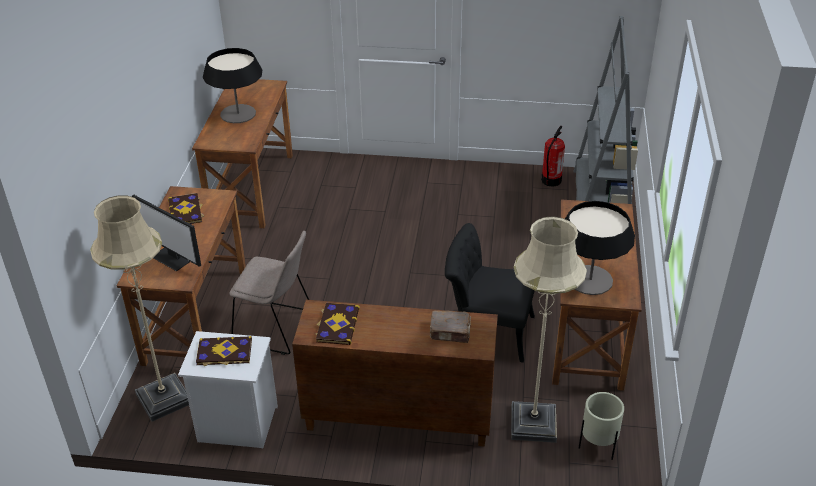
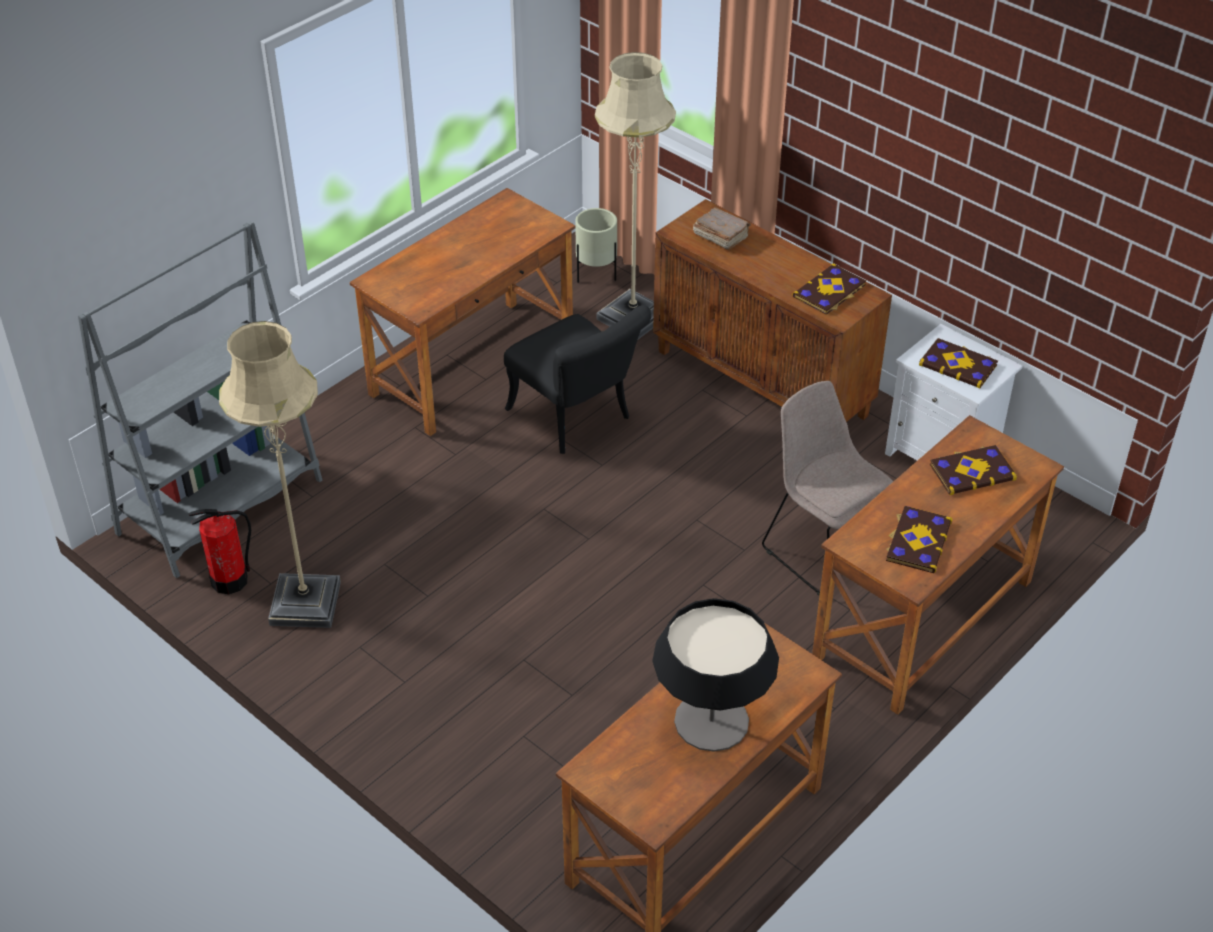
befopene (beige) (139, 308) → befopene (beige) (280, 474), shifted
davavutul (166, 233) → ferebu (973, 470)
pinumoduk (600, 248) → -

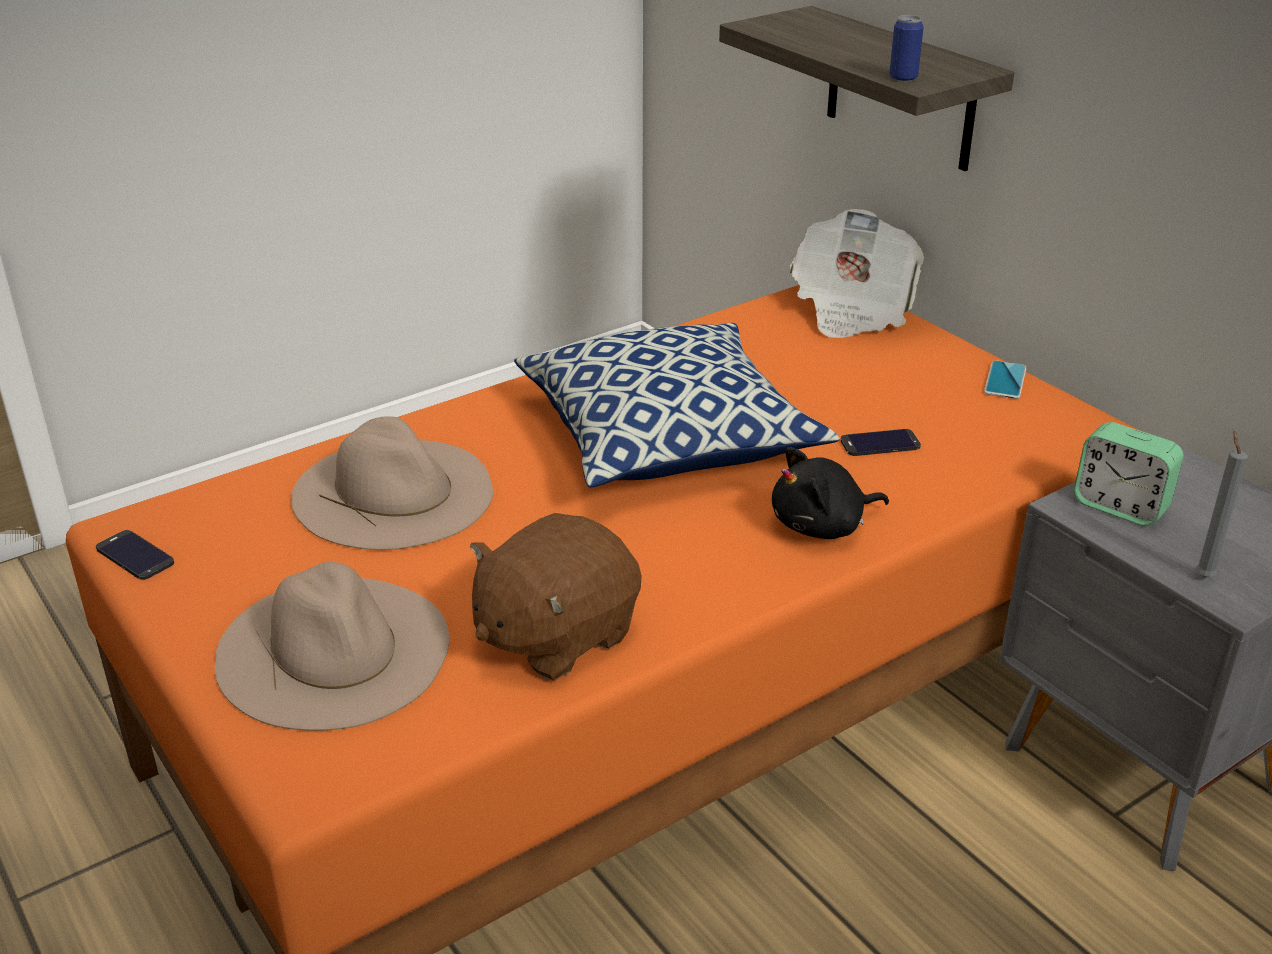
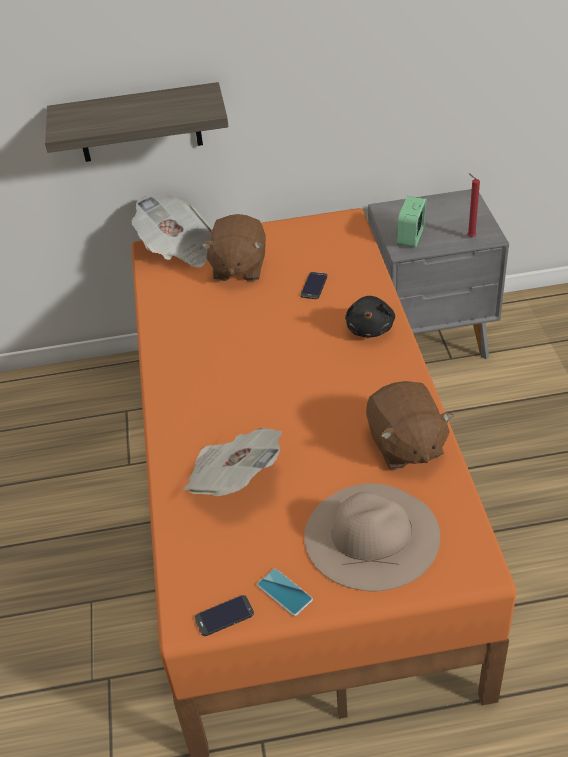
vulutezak (907, 48) → -
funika (677, 405) → -
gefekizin (1005, 379) → gefekizin (285, 592), shifted
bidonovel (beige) (392, 483) → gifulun (233, 461)
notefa (1128, 474) → notefa (411, 222), 135 degrees clockwise
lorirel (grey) (1222, 504) → lorirel (red) (473, 205)
- → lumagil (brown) (234, 247)

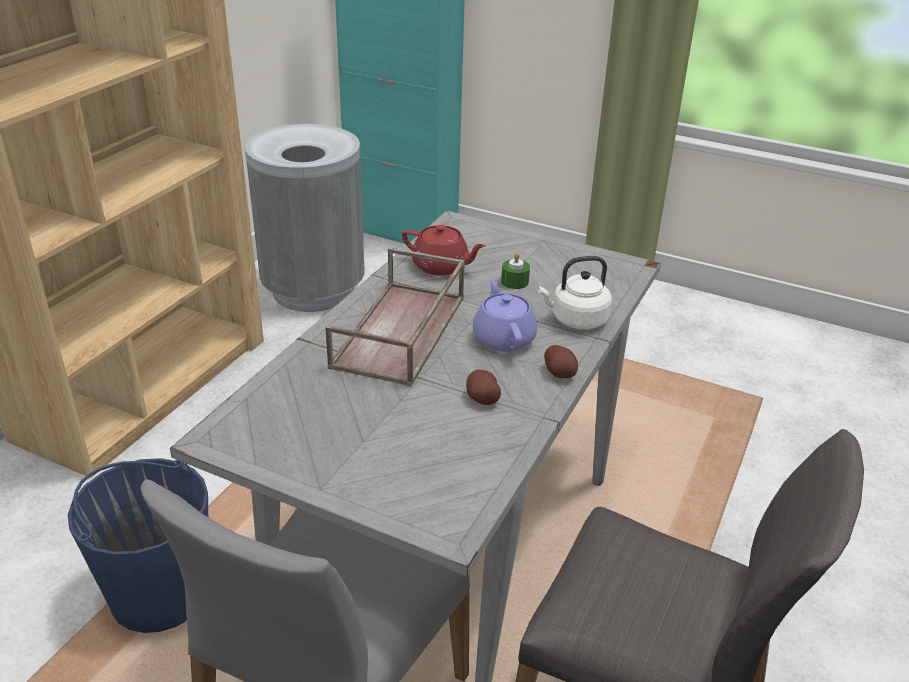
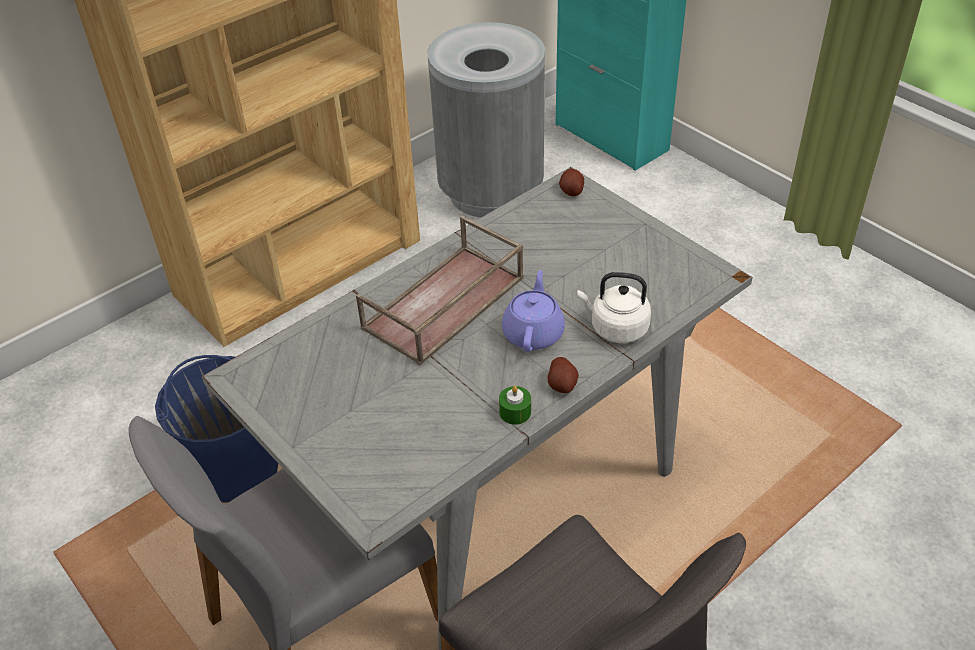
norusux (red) (444, 250) → -
lorirel (green) (515, 271) → lorirel (green) (515, 405), shifted
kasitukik (483, 387) → kasitukik (571, 182), shifted

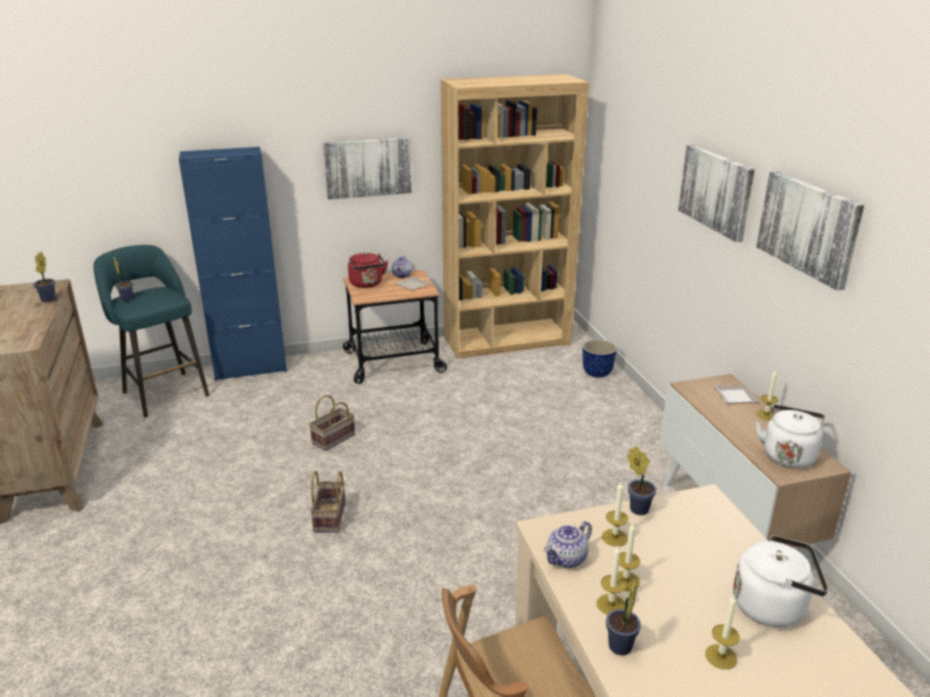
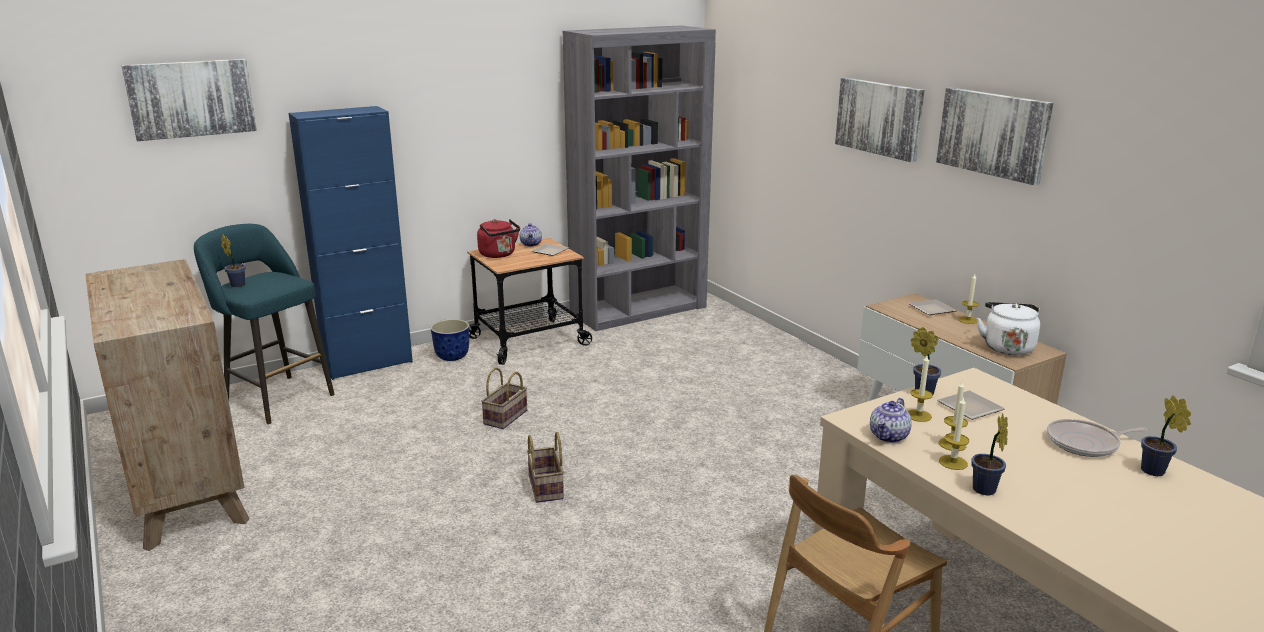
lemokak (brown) (515, 216) → lemokak (grey) (639, 178)
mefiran (367, 168) → mefiran (189, 100), shifted
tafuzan (44, 277) → tafuzan (1166, 436), shifted
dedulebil (600, 358) → dedulebil (450, 340), shifted
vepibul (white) (780, 581) → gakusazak (1097, 438)
lorirel (722, 632) → -
- → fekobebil (971, 405)

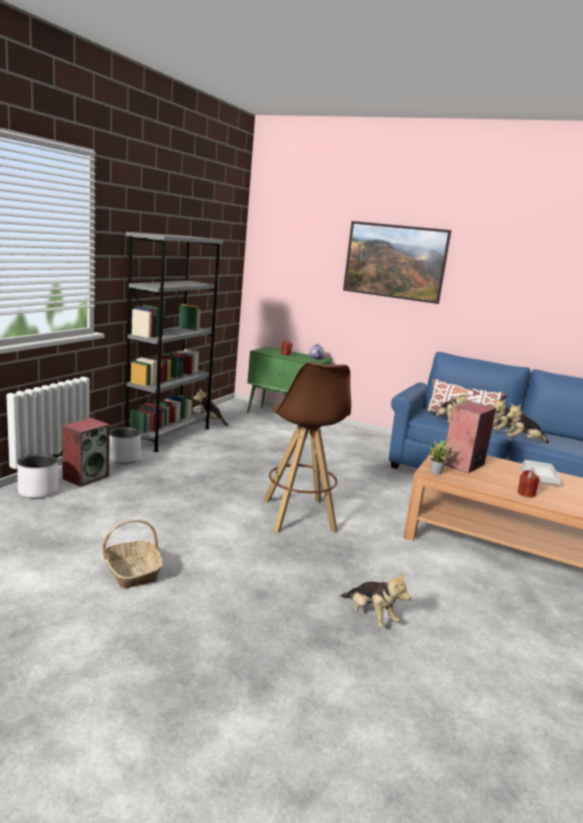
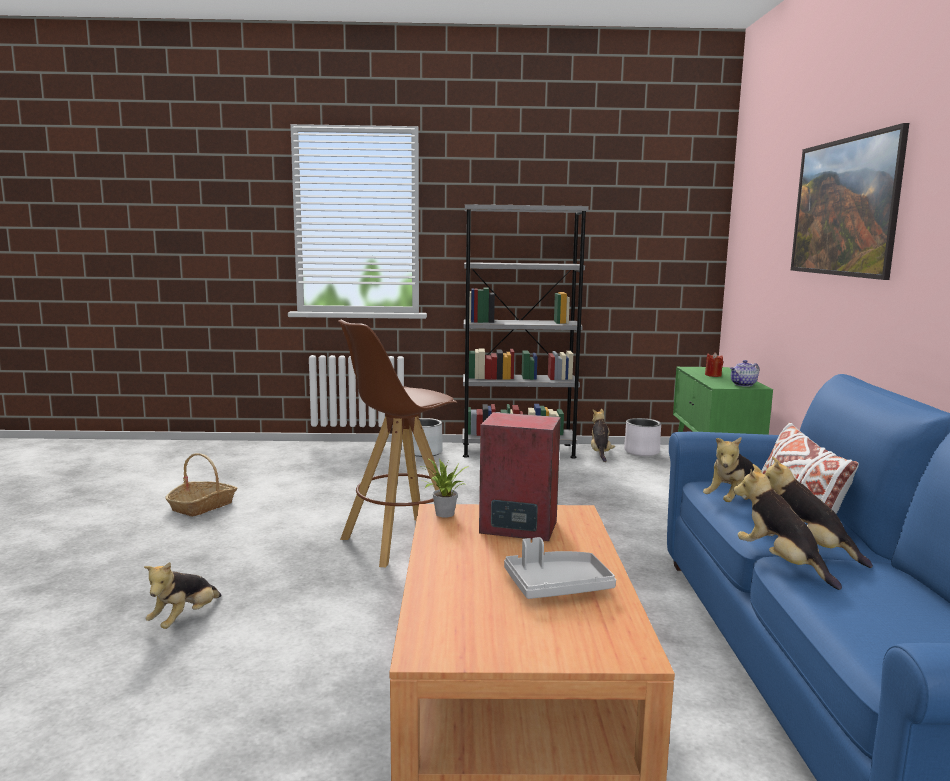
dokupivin (86, 452) → -
dedulebil (white) (38, 476) → dedulebil (white) (642, 437), shifted
lorirel (red) (528, 484) → -

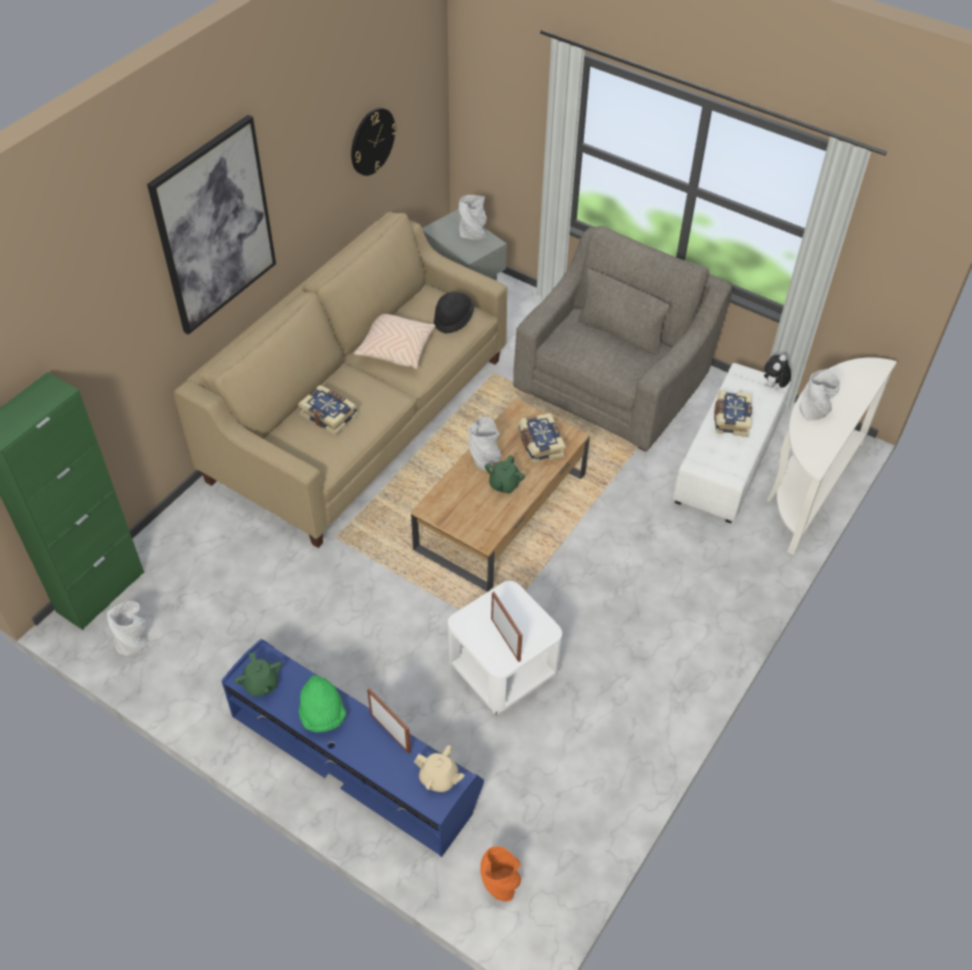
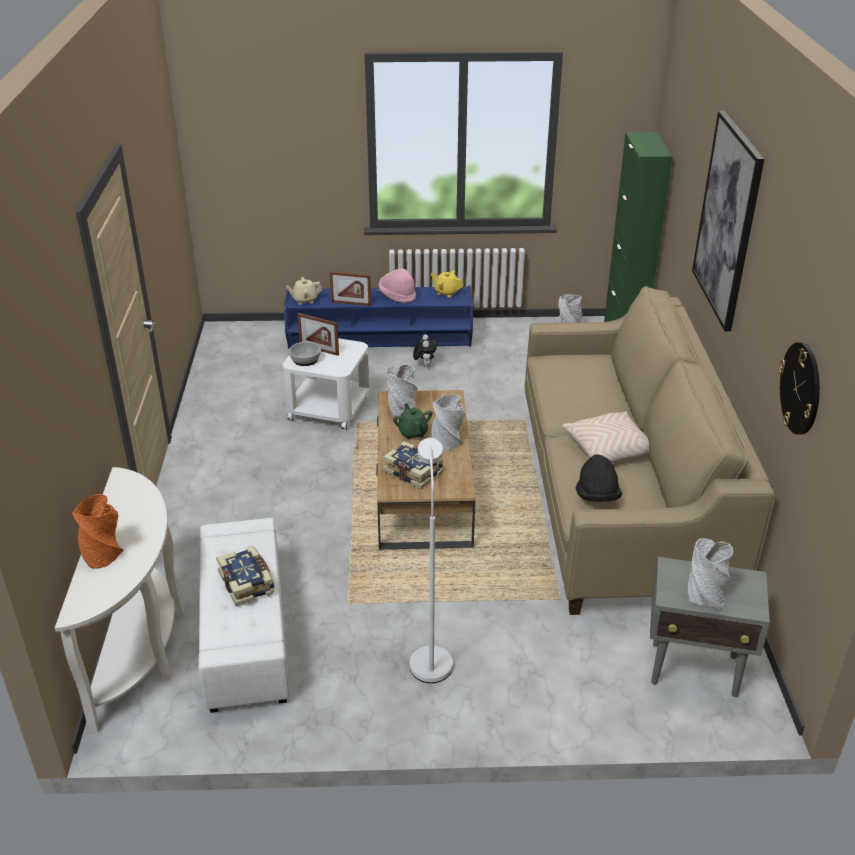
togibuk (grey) (622, 338) → befopene (white) (431, 560)
lumagil (777, 371) → lumagil (425, 350), shifted
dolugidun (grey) (819, 394) → dolugidun (grey) (402, 390), shifted
ferebu (328, 410) → -
norusux (green) (258, 674) → norusux (yellow) (447, 283)
bidonovel (green) (322, 703) → bidonovel (pink) (397, 285)
dolugidun (orange) (500, 873) → dolugidun (orange) (97, 531), shifted
- → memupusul (305, 354)

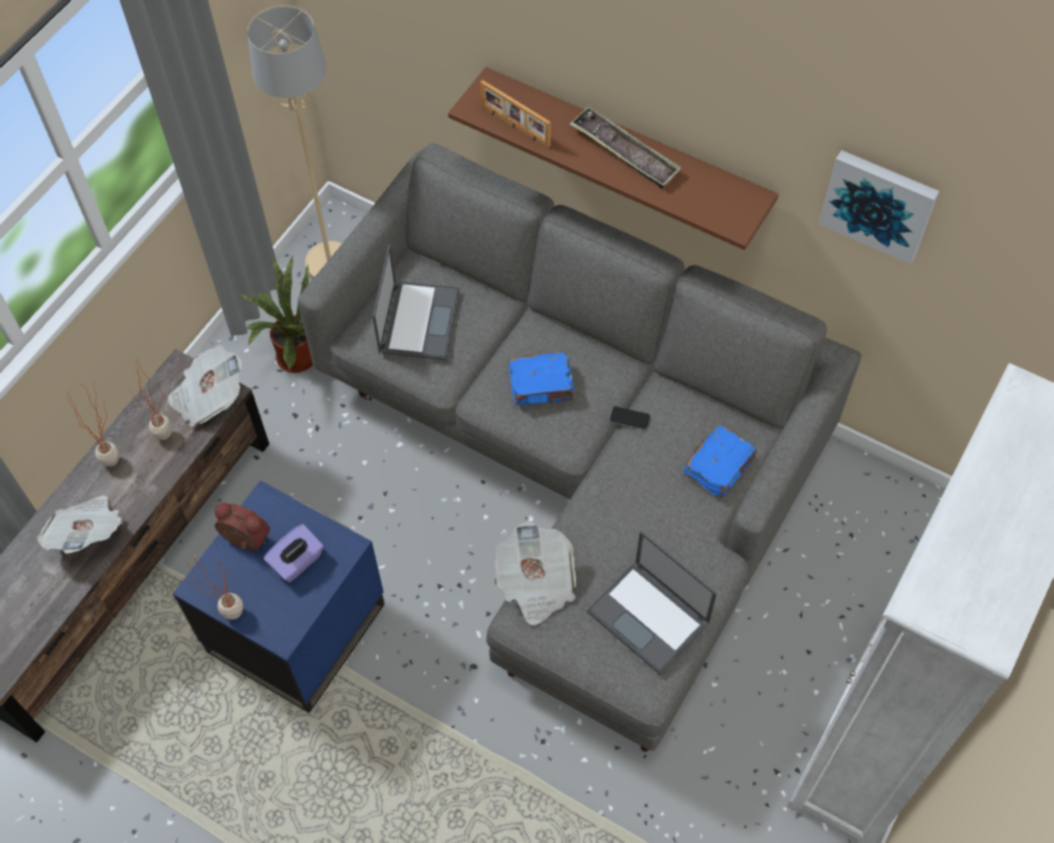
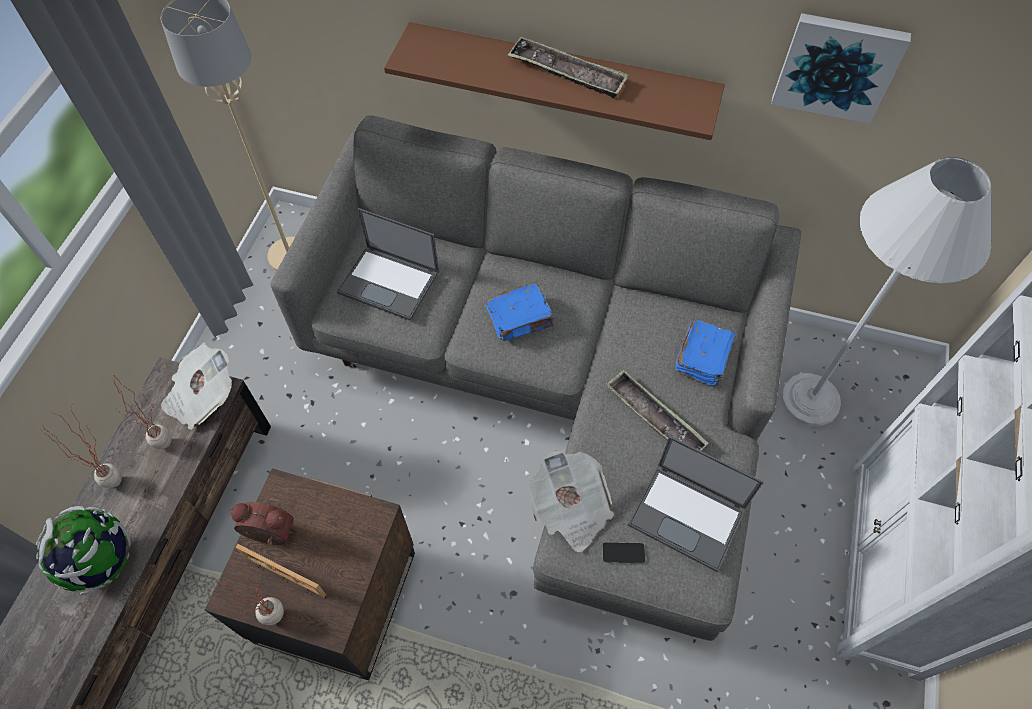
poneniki (515, 114) → poneniki (280, 571), shifted
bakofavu (416, 303) → bakofavu (388, 264), 120 degrees clockwise
tafuzan (275, 313) → -
gefekizin (630, 418) → gefekizin (623, 552), shifted
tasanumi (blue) (279, 596) → tasanumi (brown) (310, 574)
gifulun (80, 524) → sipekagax (83, 550)
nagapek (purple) (294, 553) → -
- → befopene (white) (886, 291)
- → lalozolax (657, 410)

